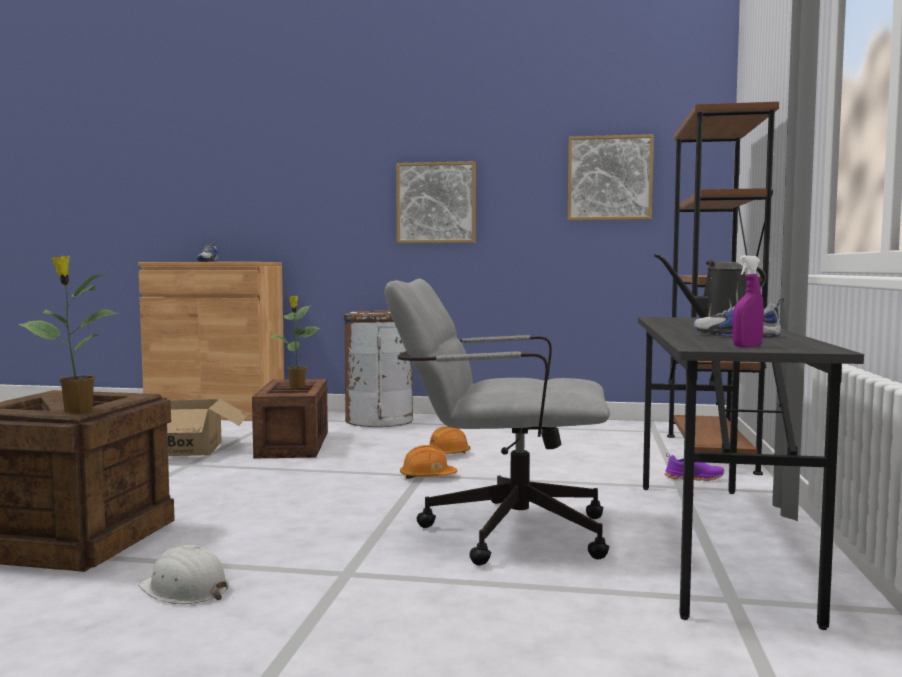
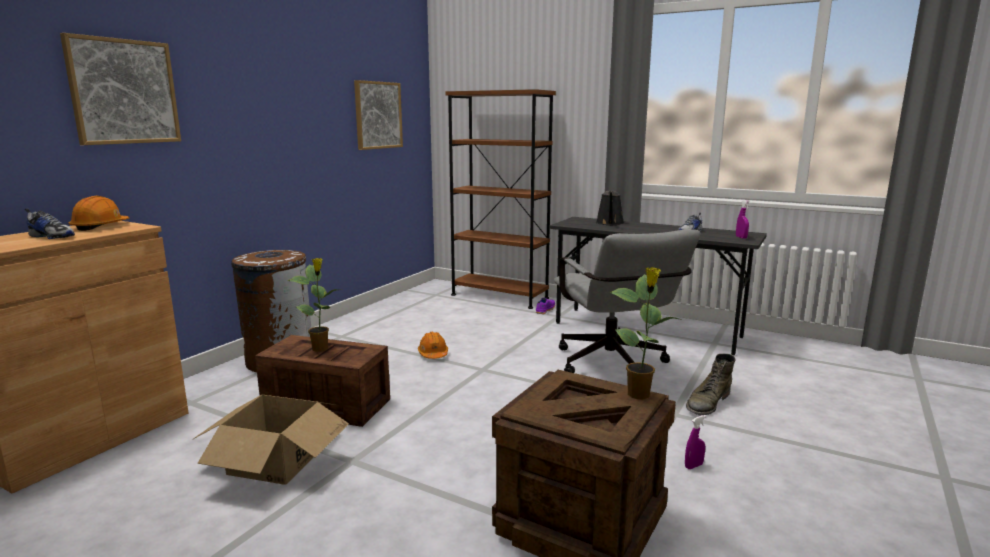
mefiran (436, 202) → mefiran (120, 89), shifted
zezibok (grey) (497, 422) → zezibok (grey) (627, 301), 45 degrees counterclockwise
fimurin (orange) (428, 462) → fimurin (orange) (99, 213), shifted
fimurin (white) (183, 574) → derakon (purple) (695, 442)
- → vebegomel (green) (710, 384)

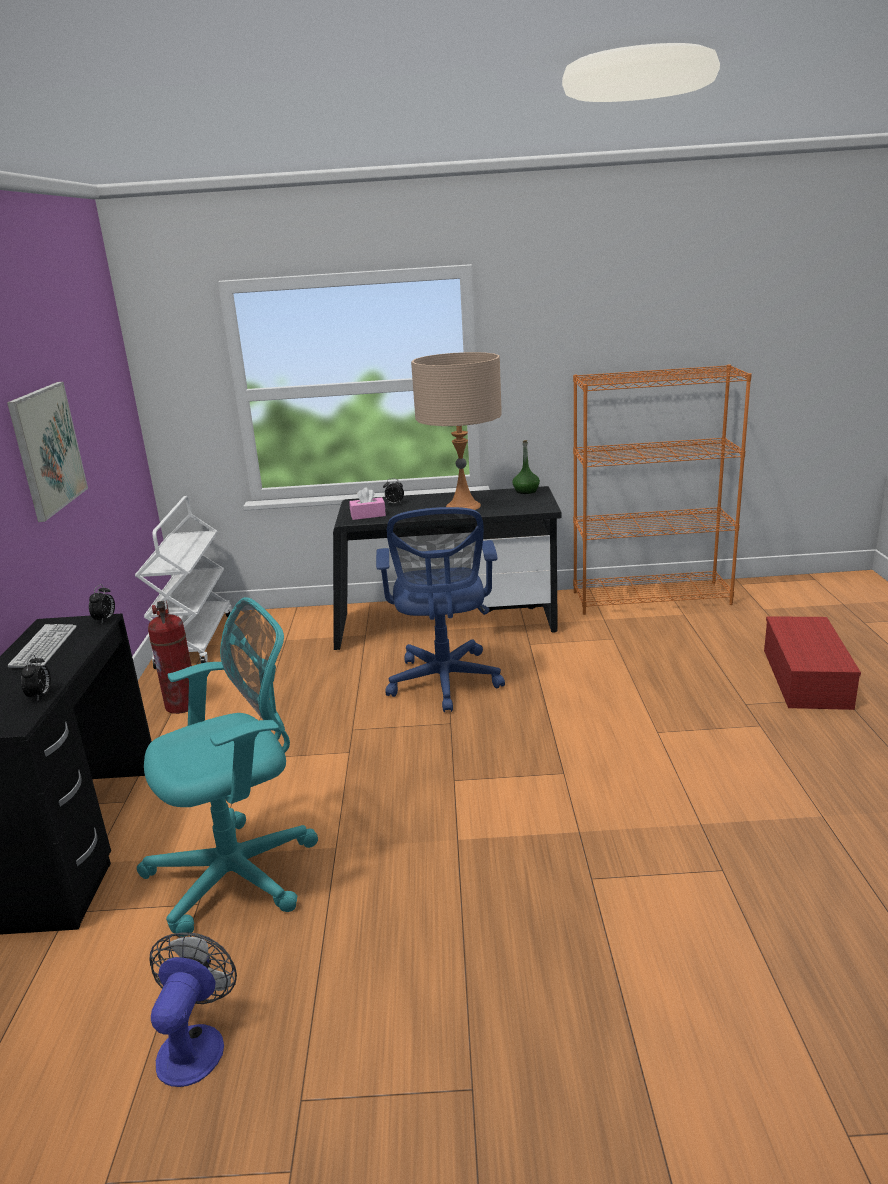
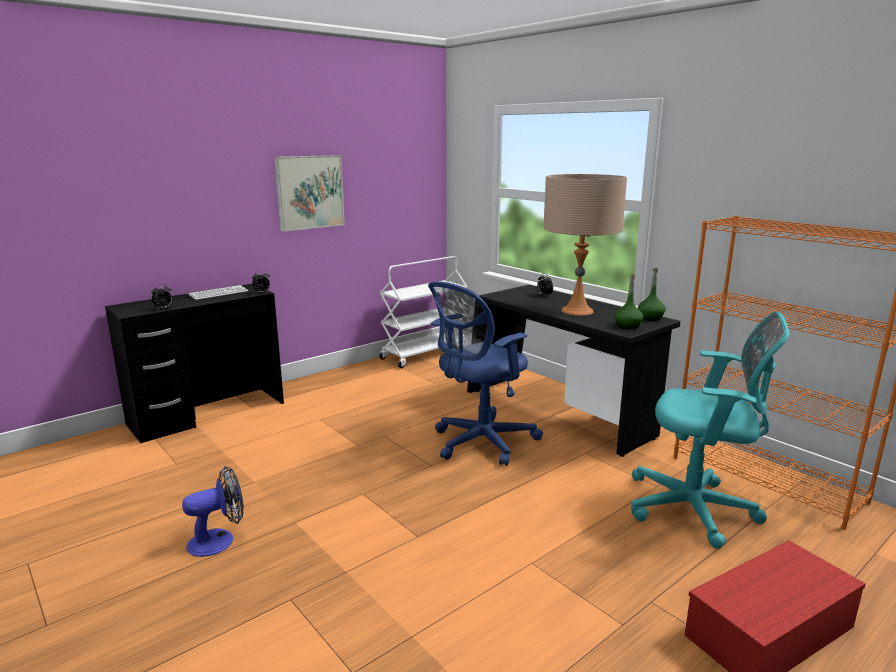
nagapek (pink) (367, 503) → -
zezibok (turquoise) (227, 767) → zezibok (turquoise) (710, 430), shifted
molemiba (170, 657) → -
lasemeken (193, 1009) → lasemeken (213, 511), shifted
- → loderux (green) (629, 301)

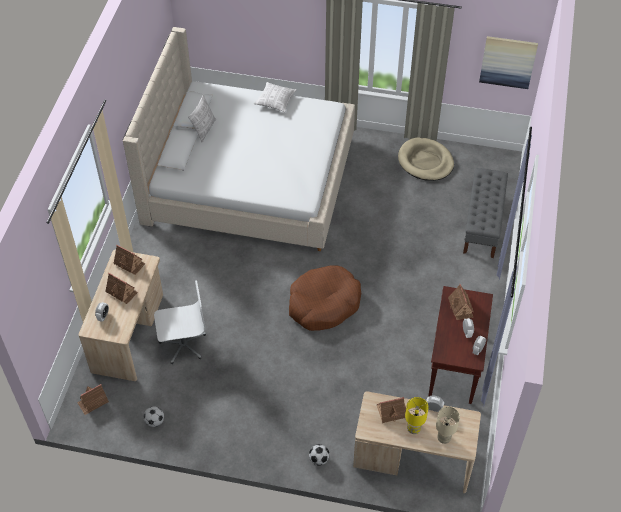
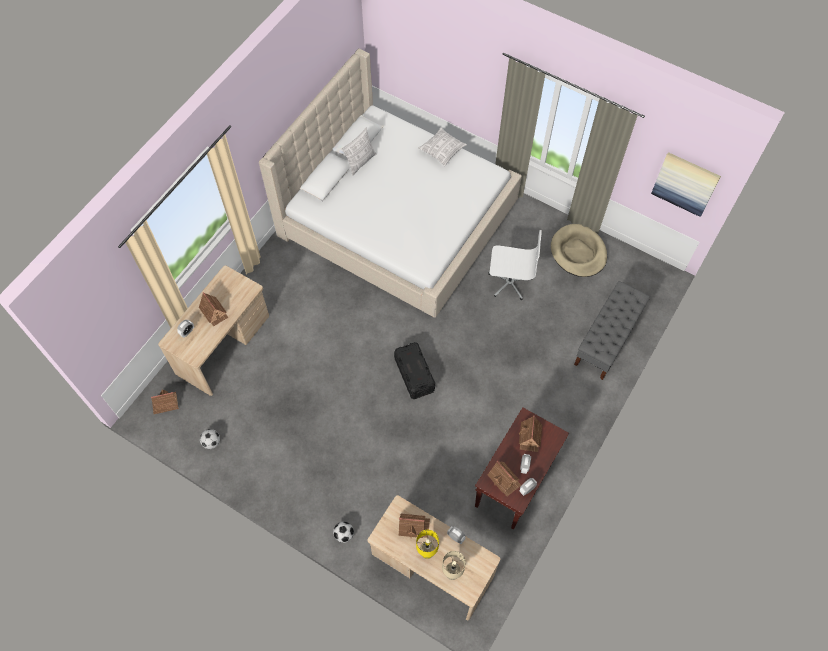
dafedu (129, 260) → dafedu (504, 478), shifted
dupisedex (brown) (325, 298) → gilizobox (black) (414, 370)
zezibok (white) (180, 322) → zezibok (white) (515, 265), shifted

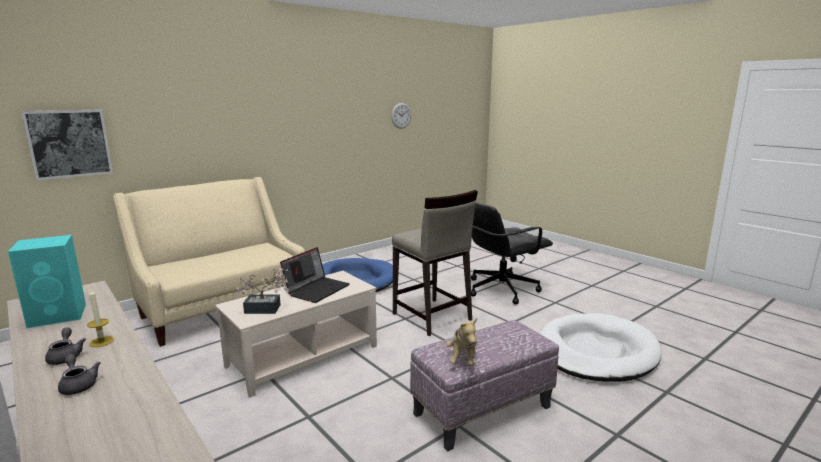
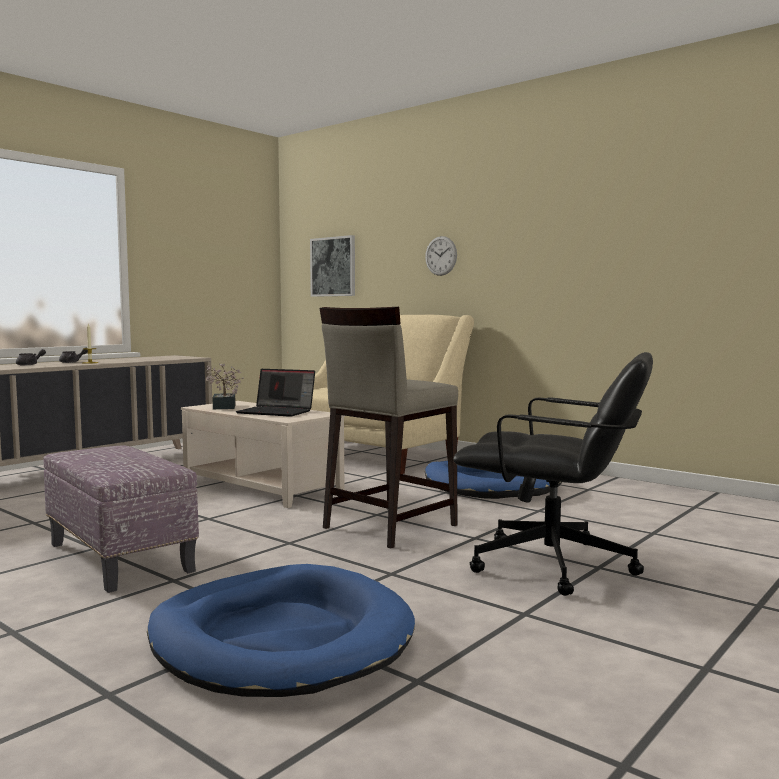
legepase (401, 116) → legepase (441, 256), shifted
zezibok (black) (512, 253) → zezibok (black) (553, 474), 150 degrees clockwise
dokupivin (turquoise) (47, 281) → -
dupisedex (white) (601, 347) → dupisedex (blue) (281, 630)
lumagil (461, 342) → -

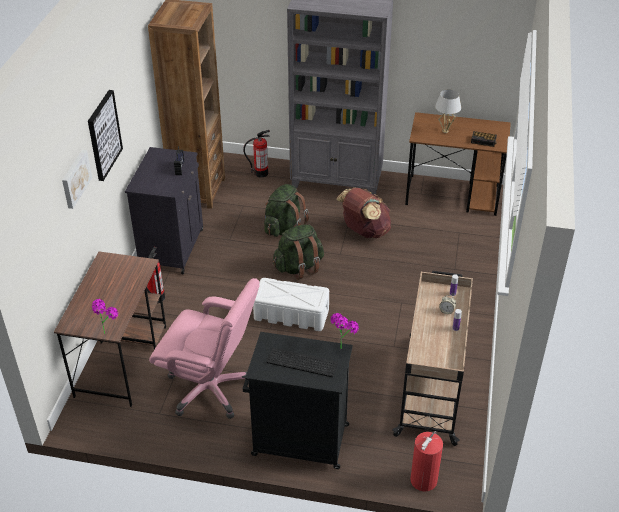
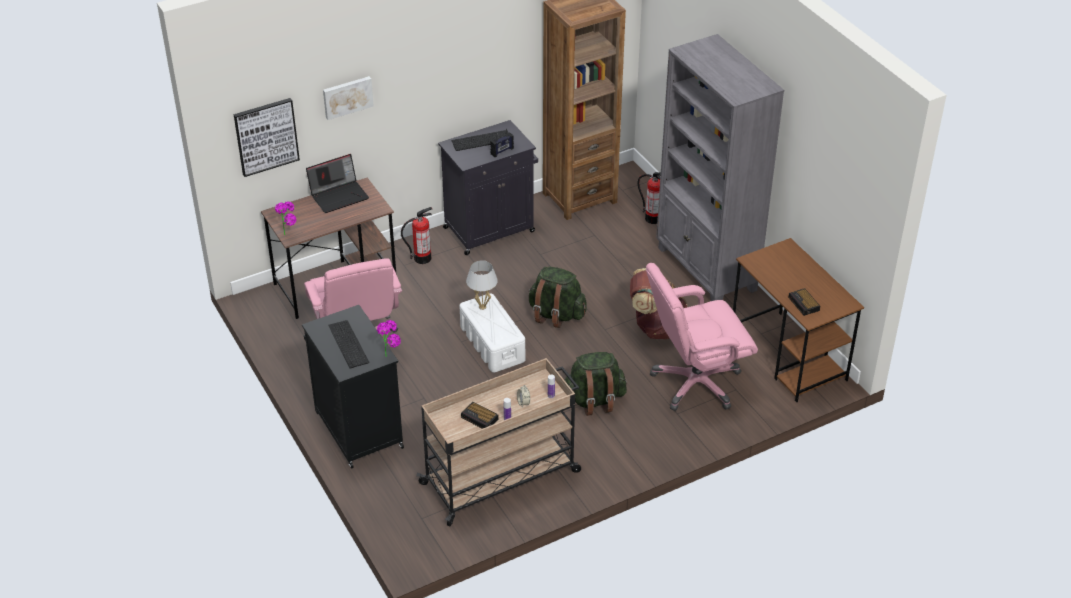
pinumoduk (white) (448, 111) → pinumoduk (white) (482, 285), shifted
mefiran (105, 135) → mefiran (267, 137), shifted
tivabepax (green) (286, 210) → tivabepax (green) (596, 384), shifted
molemiba (426, 461) → -
- → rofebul (480, 140)
- → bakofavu (337, 183)
- → zezibok (pink) (702, 337)
- → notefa (479, 415)

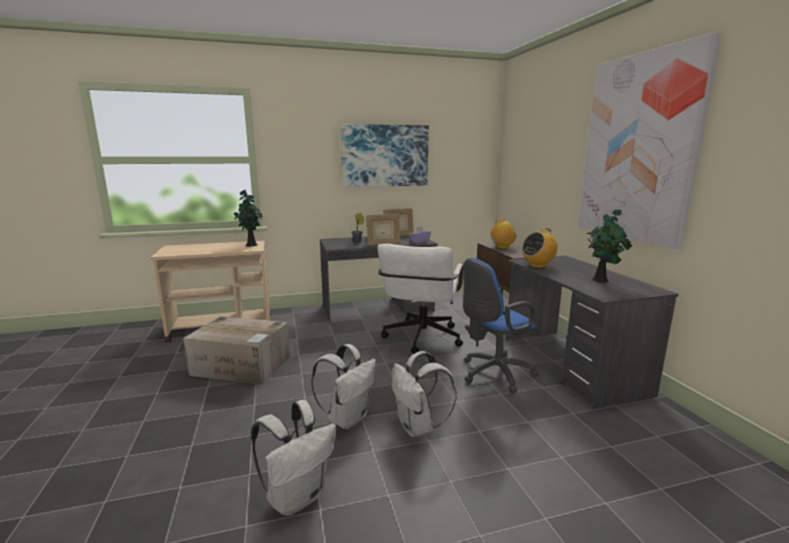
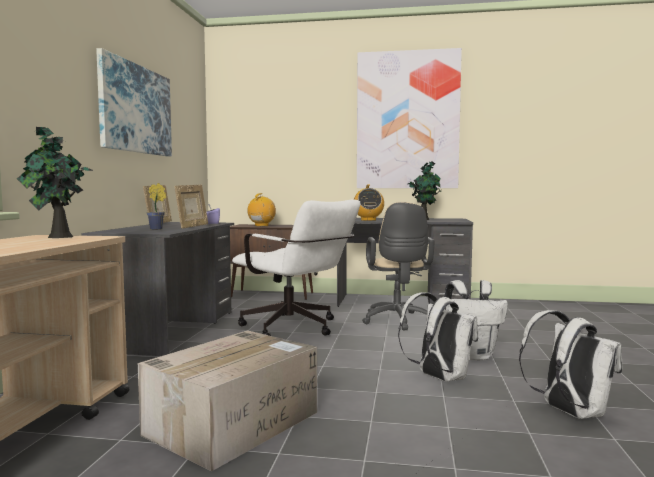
zezibok (blue) (501, 325) → zezibok (beige) (398, 266)

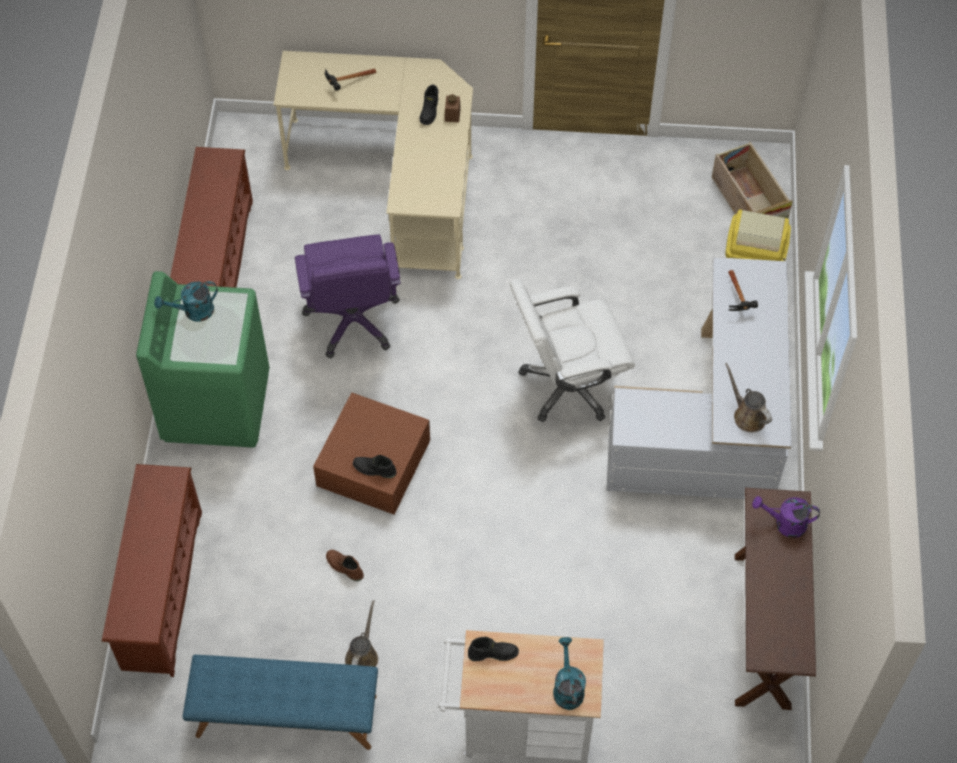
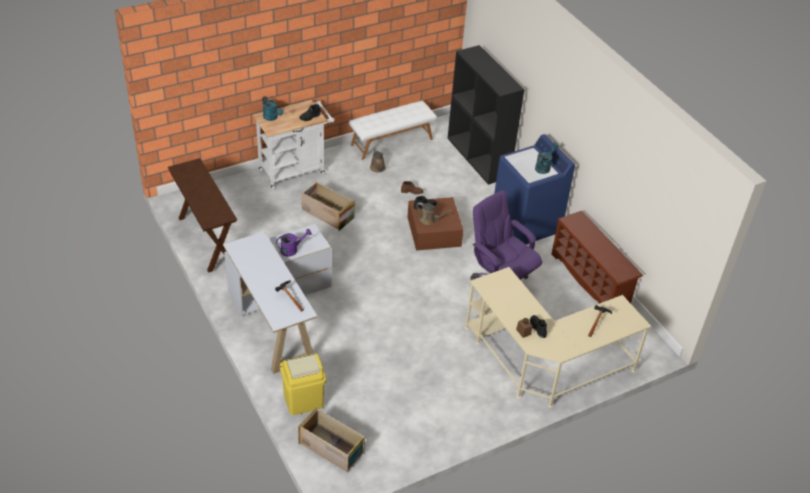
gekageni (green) (203, 359) → gekageni (blue) (534, 189)
zezibok (white) (572, 350) → -
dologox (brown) (748, 397) → dologox (brown) (434, 213), shifted
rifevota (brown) (152, 570) → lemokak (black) (486, 115)
dologox (purple) (786, 517) → dologox (purple) (294, 242), shifted
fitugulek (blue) (280, 702) → fitugulek (white) (393, 130)
- → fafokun (328, 206)

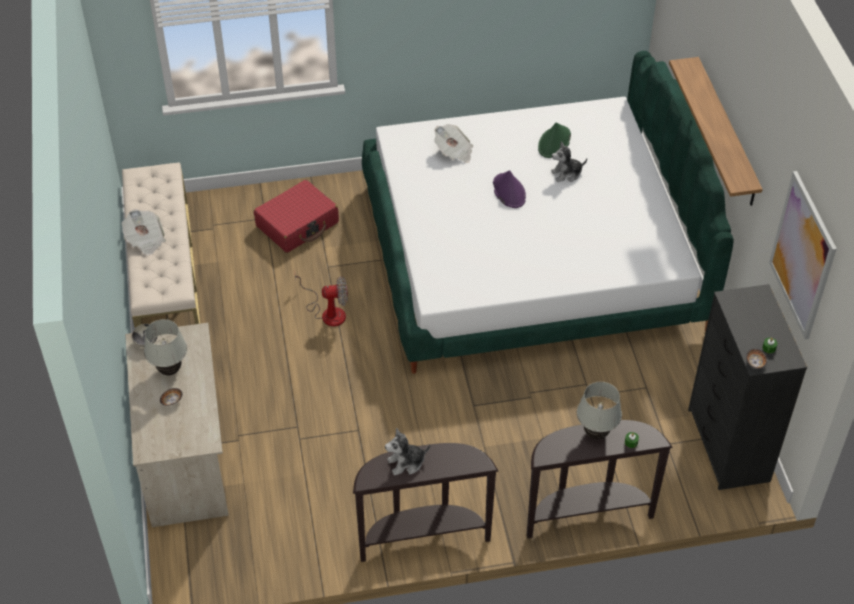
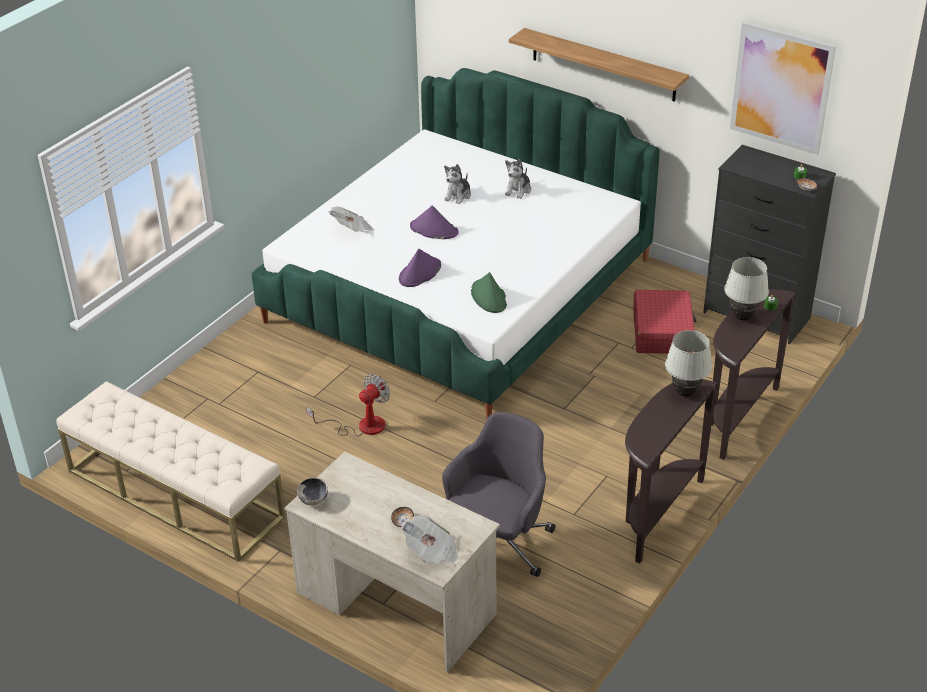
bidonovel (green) (554, 140) → bidonovel (green) (489, 292), shifted
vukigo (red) (296, 216) → vukigo (red) (664, 322), shifted
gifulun (144, 232) → gifulun (430, 540), shifted
pinumoduk (white) (165, 347) → pinumoduk (white) (688, 363), shifted
lumagil (407, 452) → lumagil (518, 179), shifted
- → bidonovel (purple) (420, 268)
- → zezibok (grey) (498, 494)

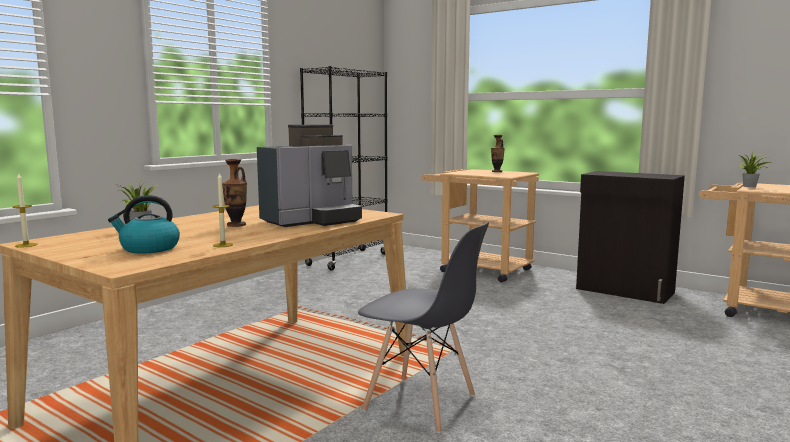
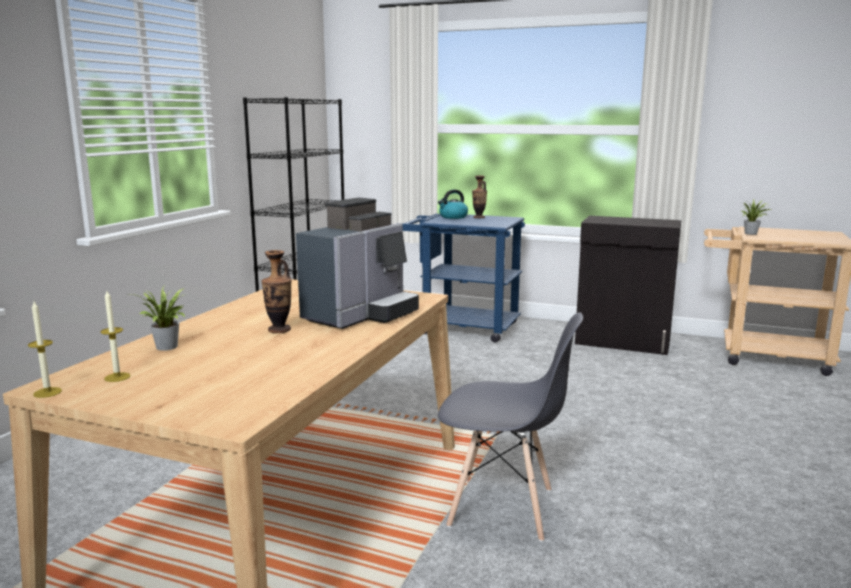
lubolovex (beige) (480, 225) → lubolovex (blue) (461, 278)
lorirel (223, 209) → lorirel (115, 336), shifted
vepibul (144, 224) → vepibul (453, 204), shifted

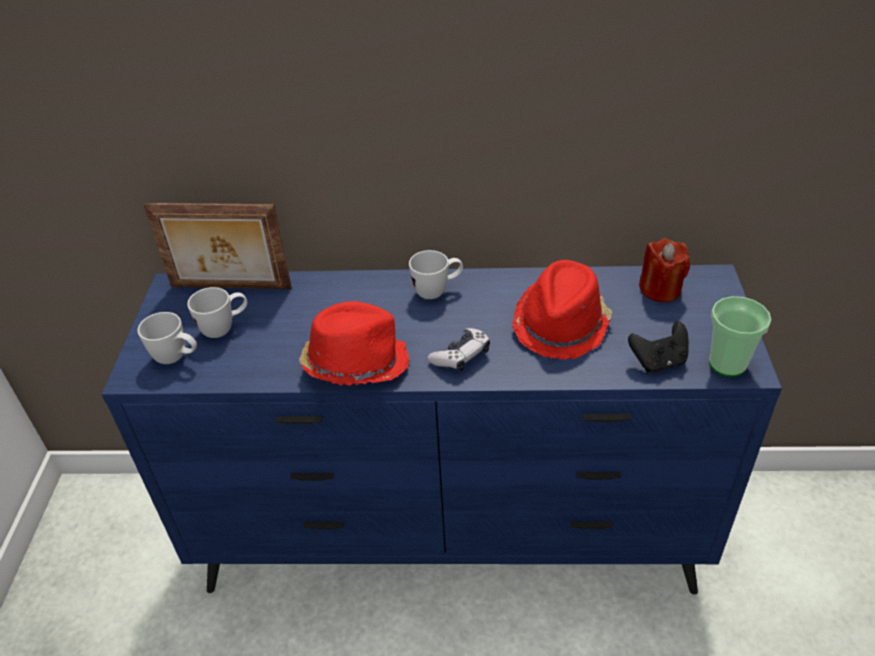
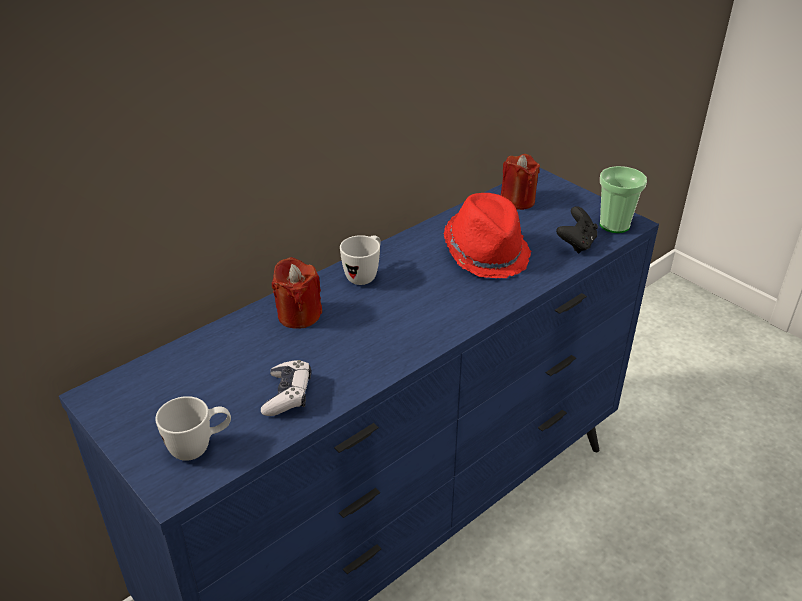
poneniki (217, 246) → -
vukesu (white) (217, 312) → -
bidonovel (red) (354, 343) → -
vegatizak (458, 350) → vegatizak (286, 388), shifted
- → lorirel (red) (297, 293)

